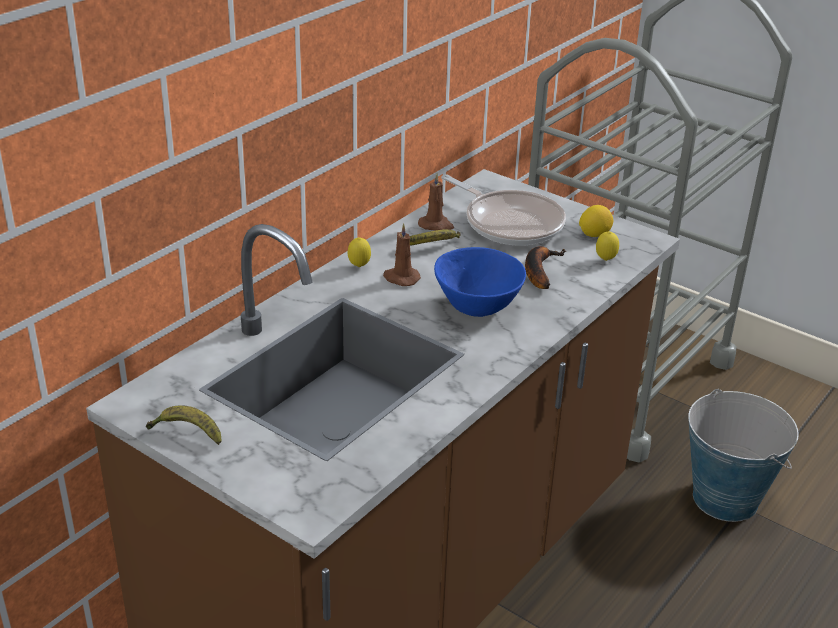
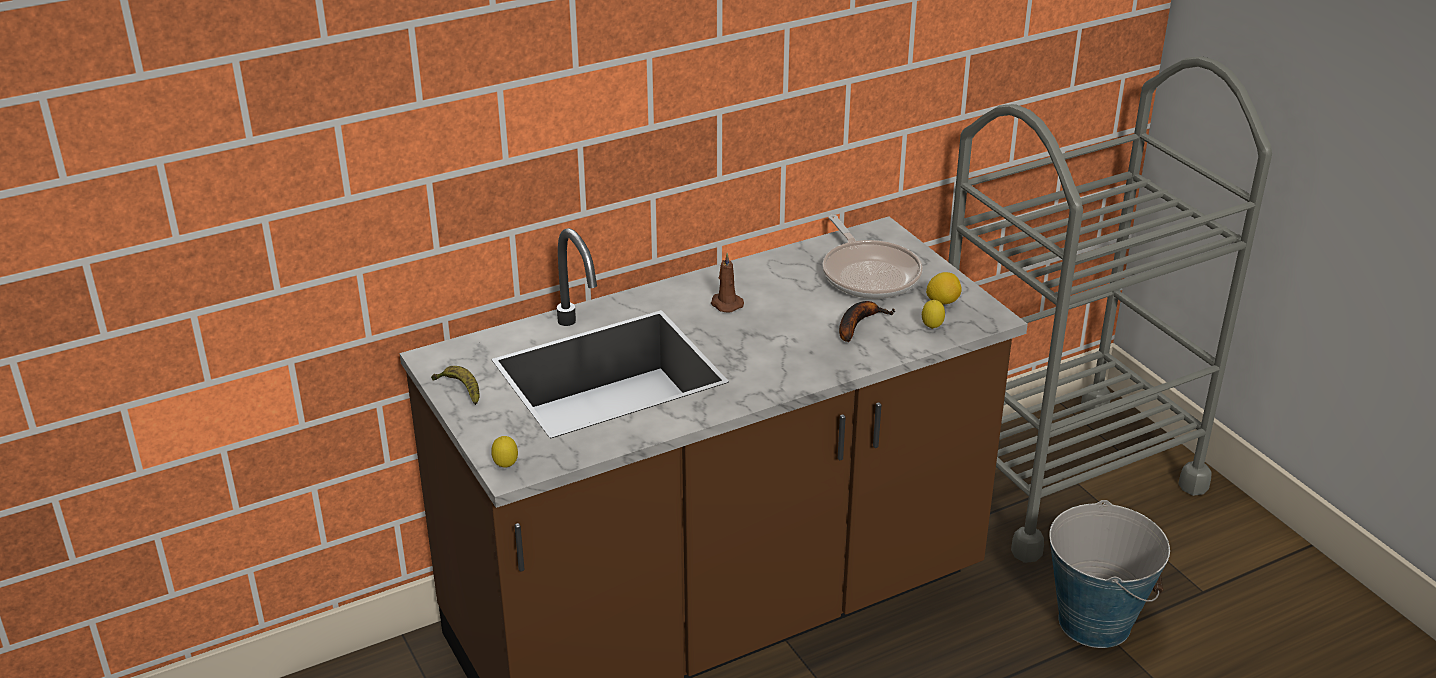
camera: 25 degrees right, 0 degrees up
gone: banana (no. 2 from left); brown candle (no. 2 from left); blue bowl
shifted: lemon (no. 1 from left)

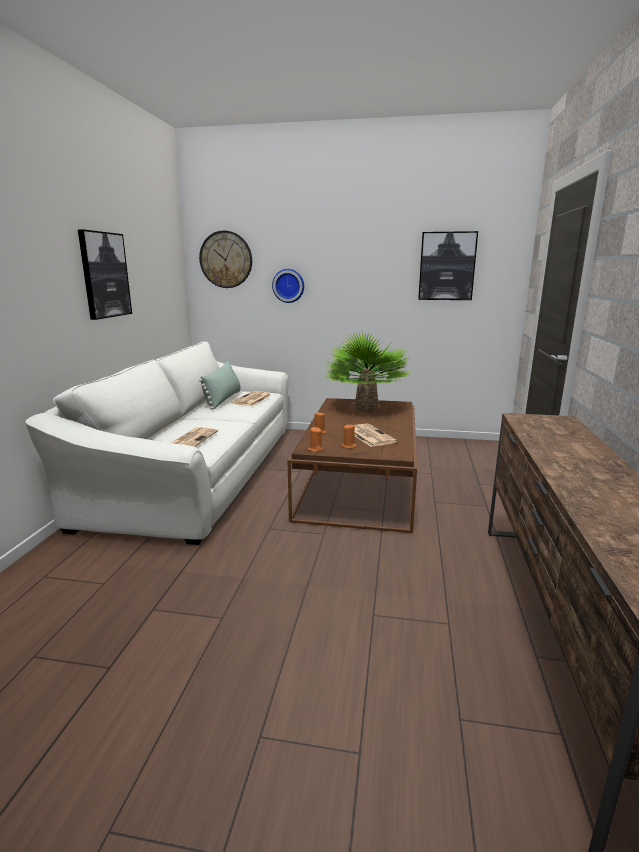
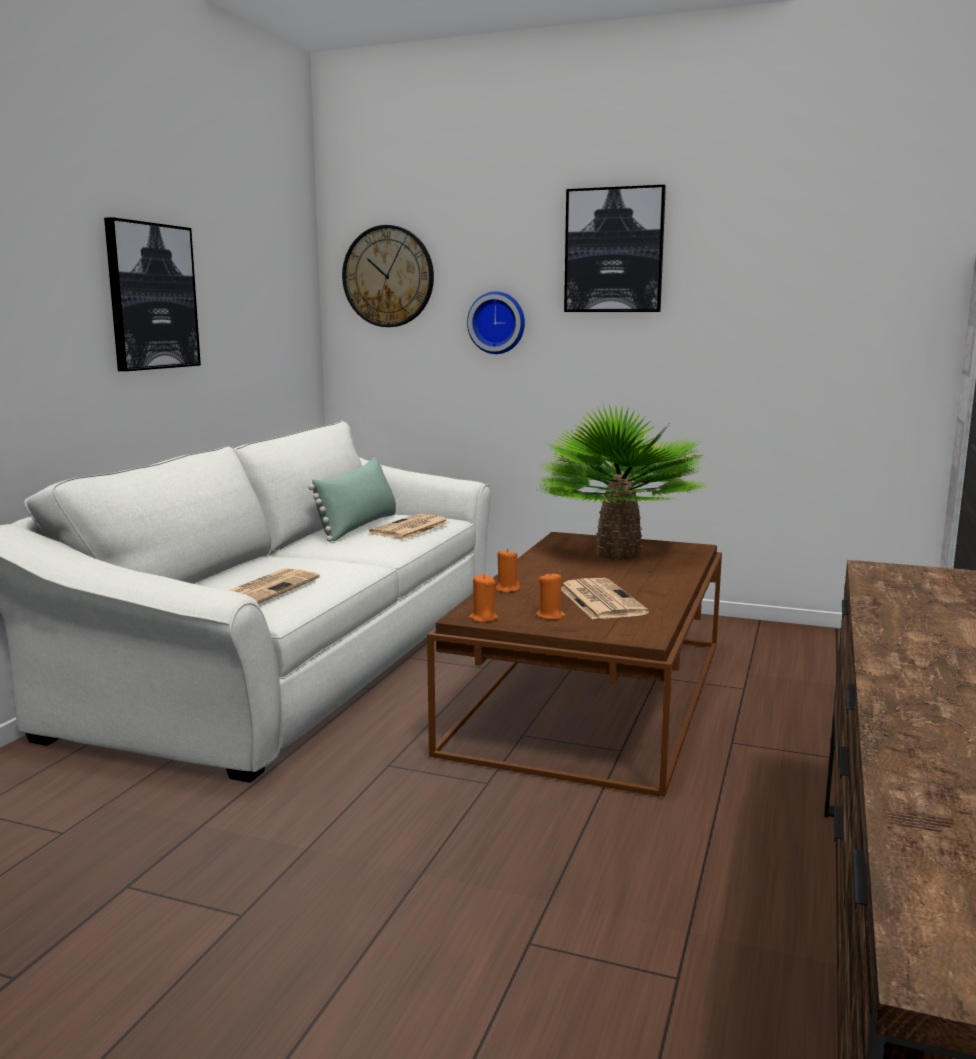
camera: 10 degrees right, 5 degrees down
shifted: picture (no. 2 from left)

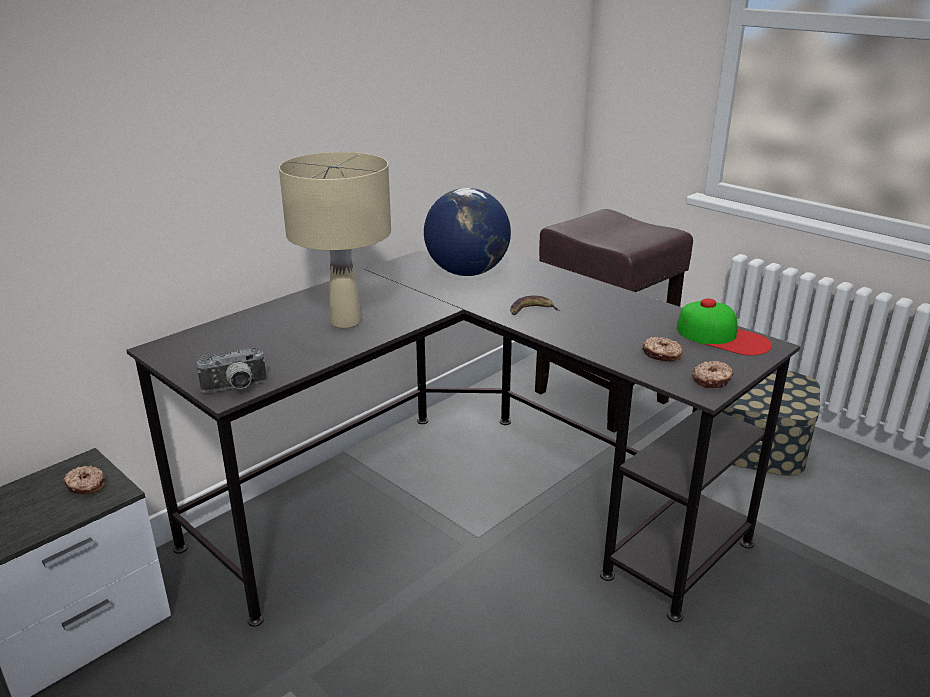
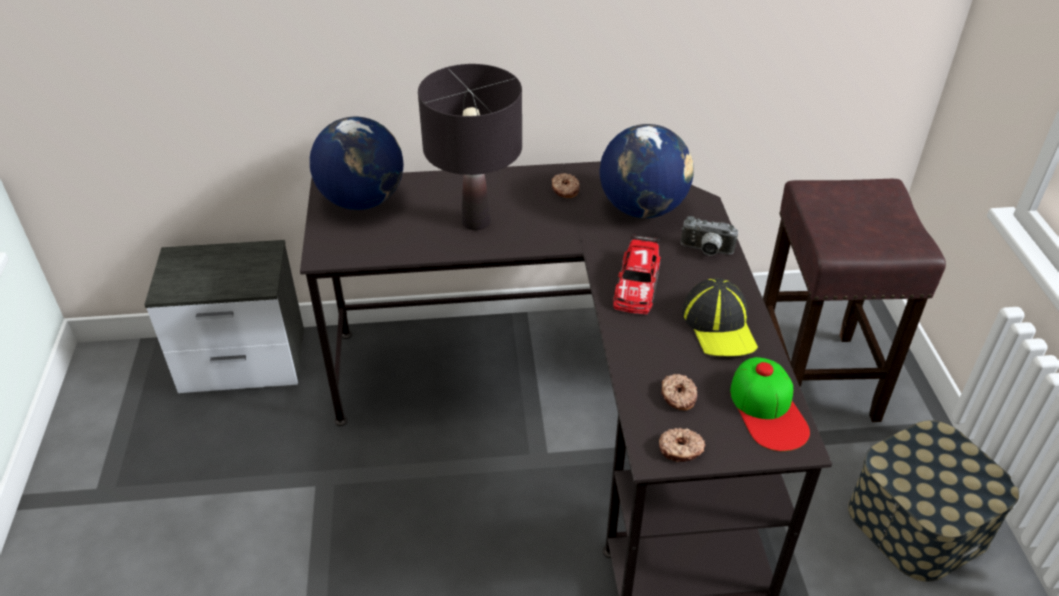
camera: 40 degrees right, 15 degrees up
new: globe (no. 1 from left); cap (no. 1 from left)
shifted: donut (no. 1 from left); photo camera
swapped: banana to toy car
repainted: beige table lamp to black table lamp

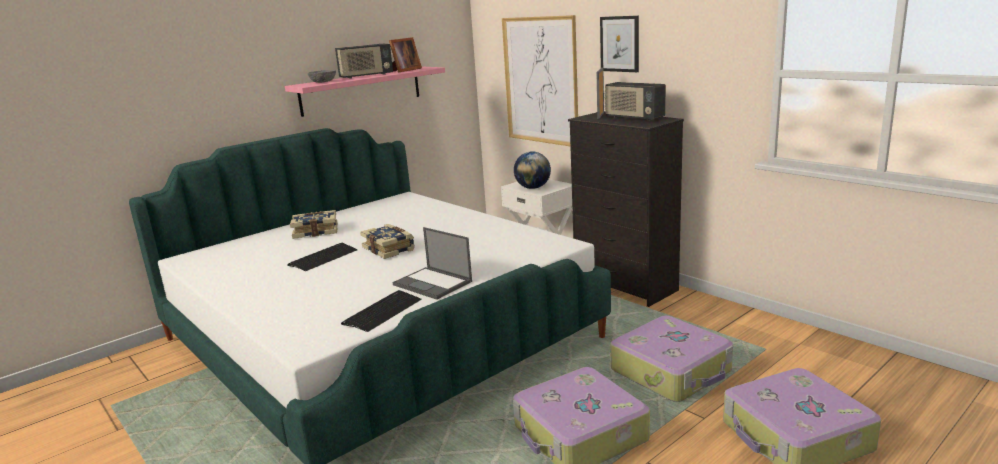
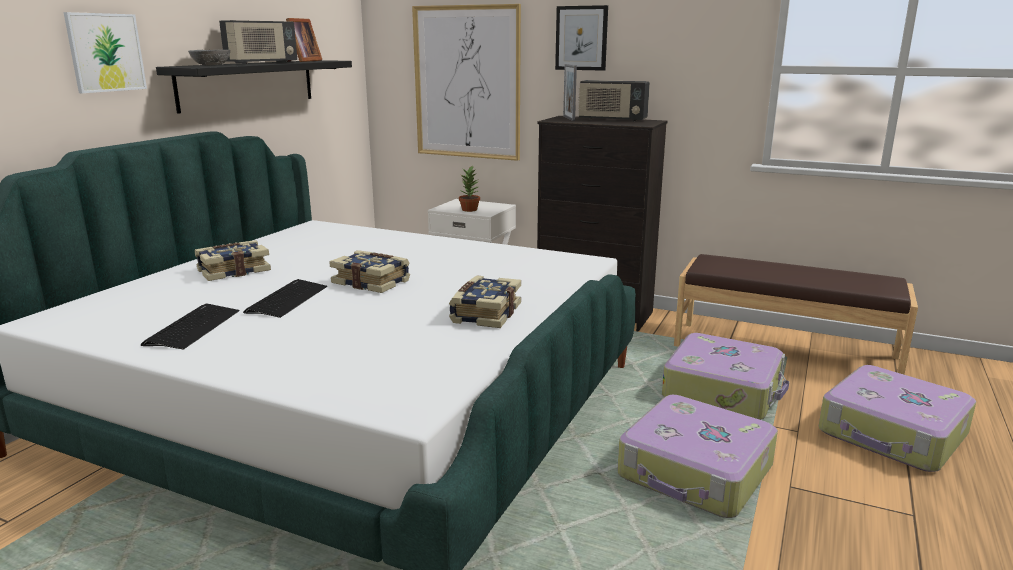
camera: 25 degrees left, 0 degrees up
new: picture (no. 1 from left); brown bench
shifted: keyboard (no. 2 from left in the first image) to keyboard (no. 1 from left)
swapped: laptop to book (no. 3 from left); globe to potted plant
repainted: pink shelf to black shelf

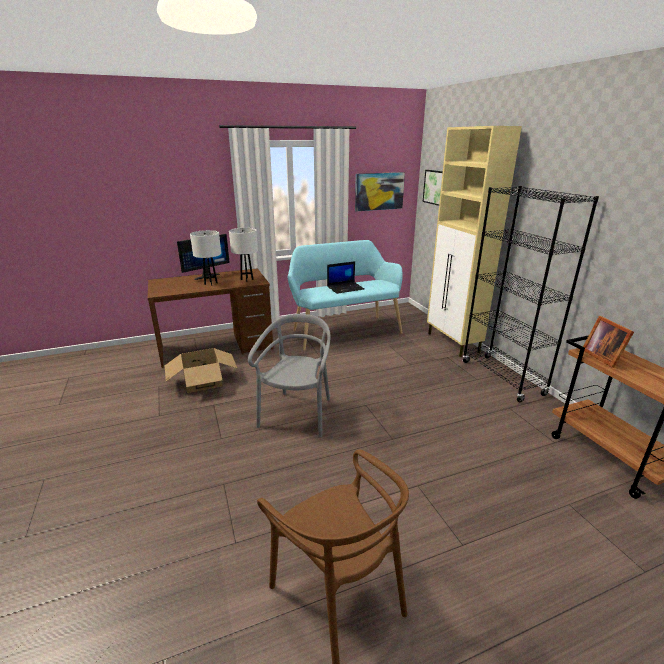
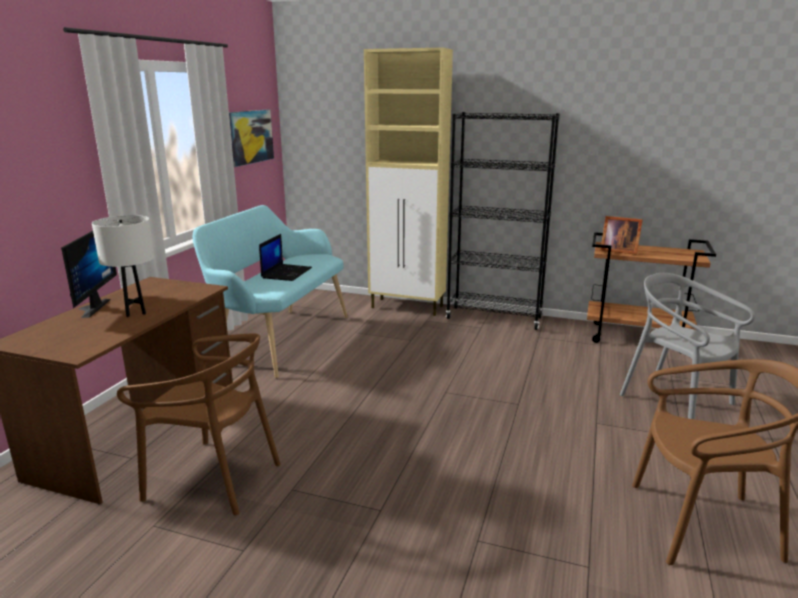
camera: 50 degrees left, 5 degrees down
gone: white table lamp (no. 2 from left); picture (no. 2 from left)
shifted: grey chair
swapped: cardboard box to brown chair (no. 1 from left)

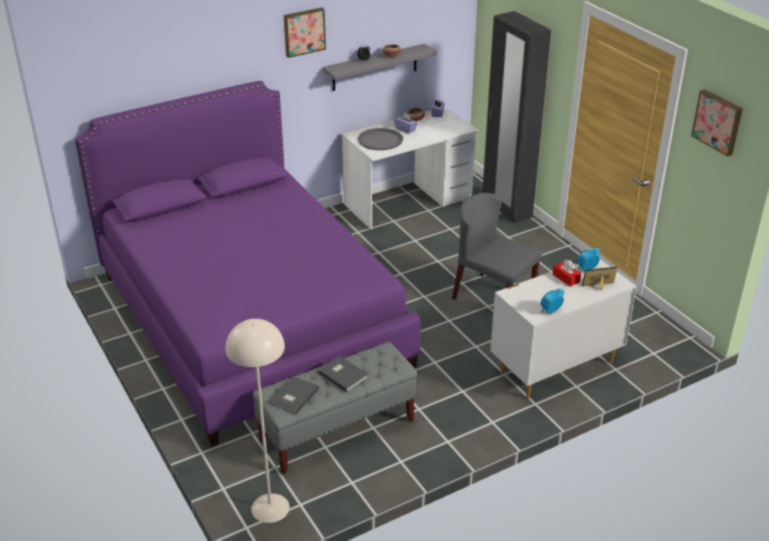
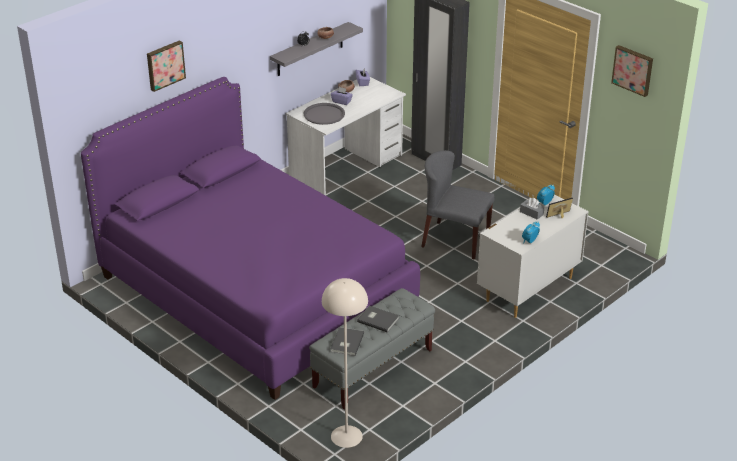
camera: 15 degrees left, 0 degrees up
shifted: picture (no. 1 from left)
repainted: red tissue box to grey tissue box

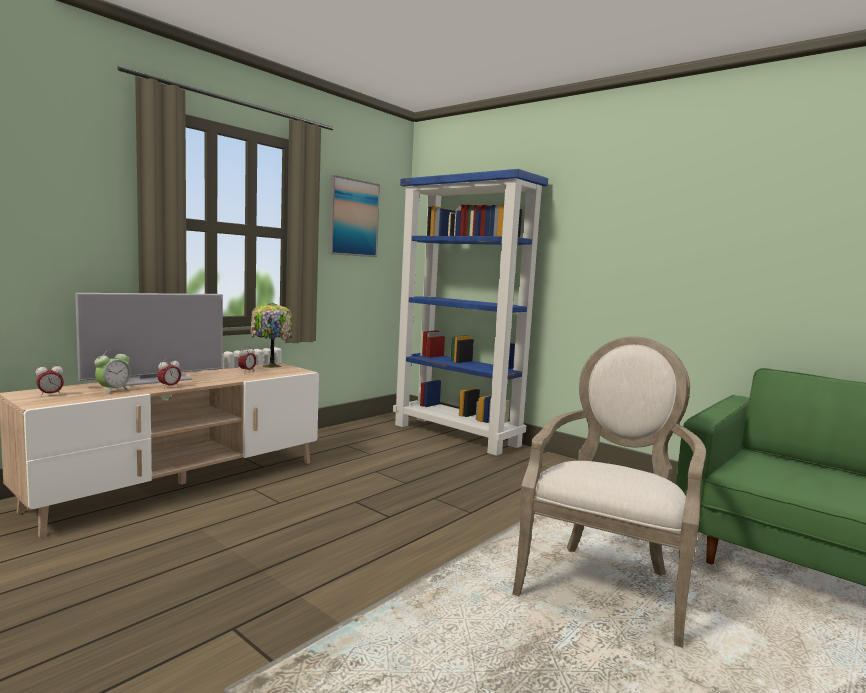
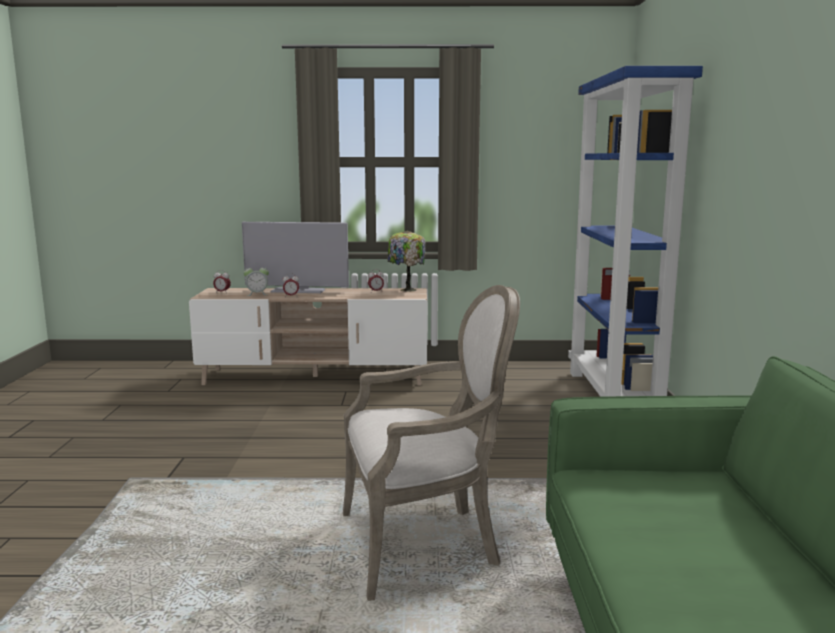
camera: 50 degrees right, 5 degrees up
gone: picture

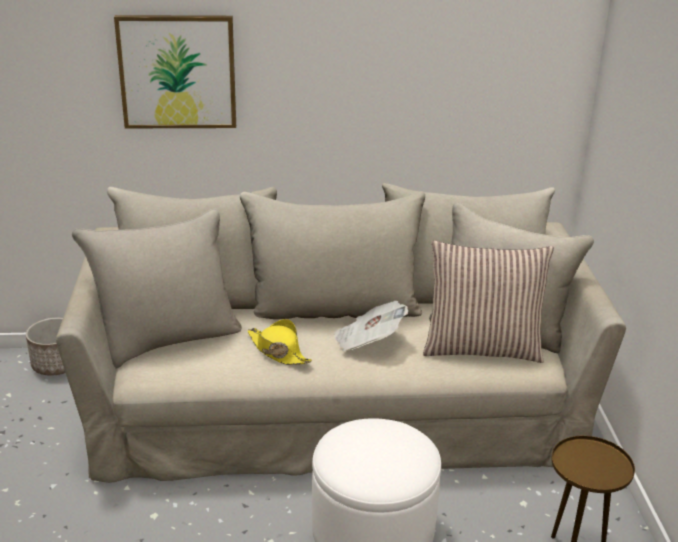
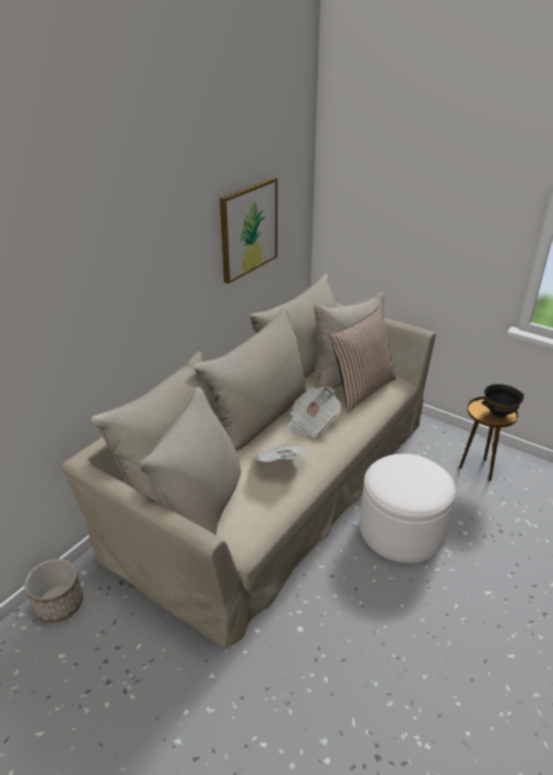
camera: 50 degrees left, 5 degrees up
new: black bowl
shifted: picture
swapped: yellow hat to newspaper (no. 1 from left)

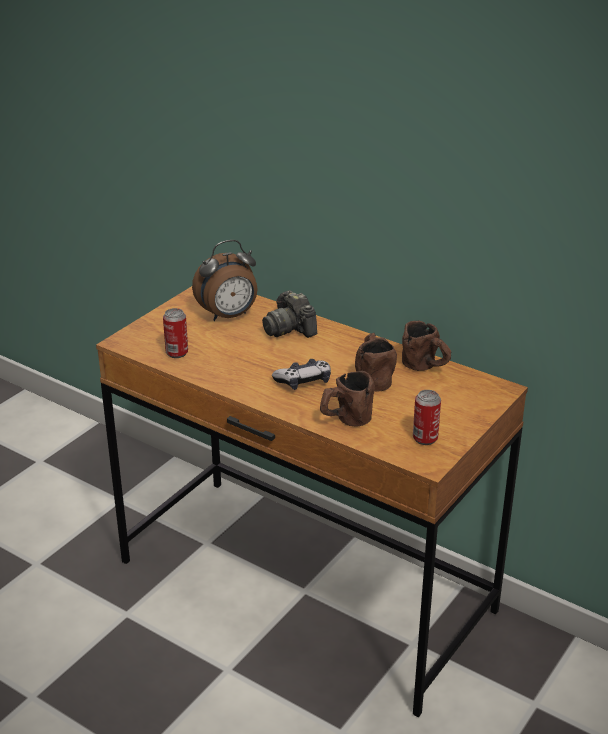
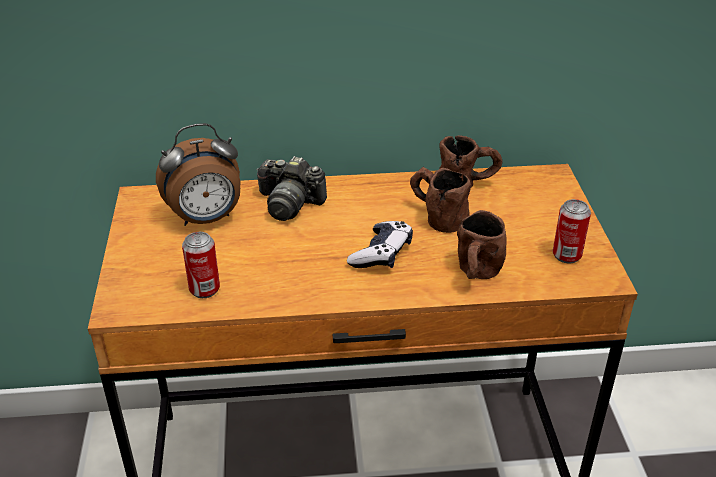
camera: 40 degrees left, 5 degrees up
rotated: alarm clock 45 degrees clockwise

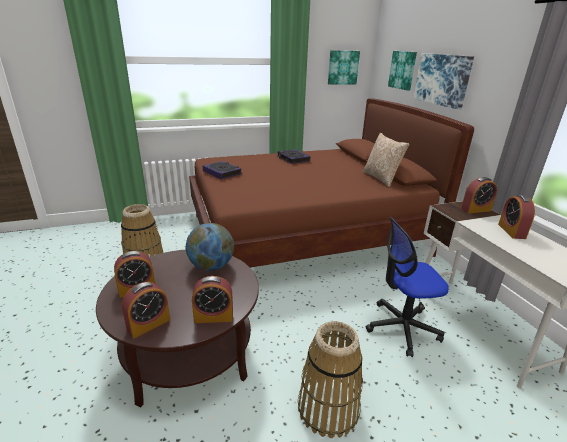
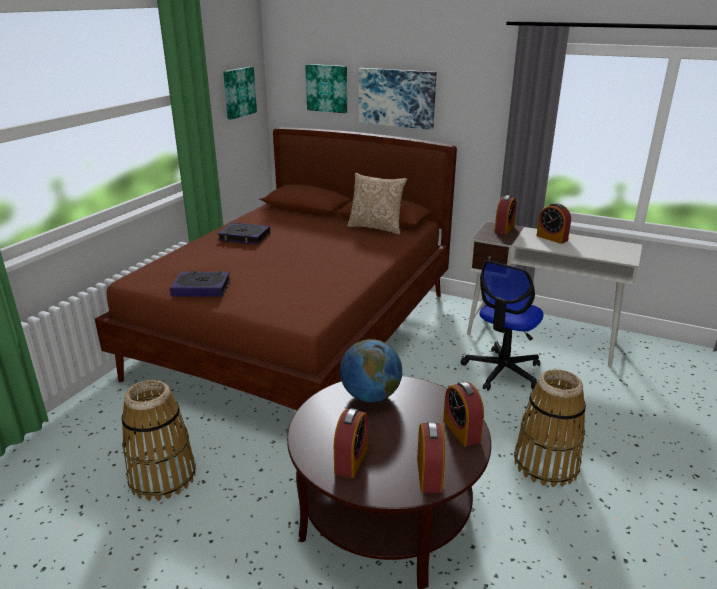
camera: 45 degrees left, 0 degrees up
rotated: alarm clock (no. 3 from left) 120 degrees clockwise

